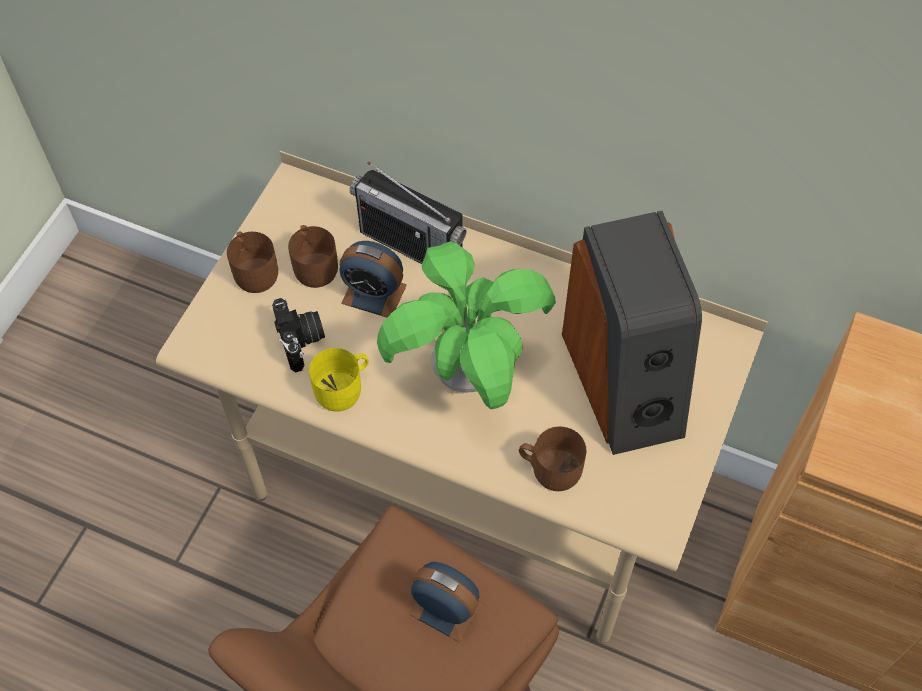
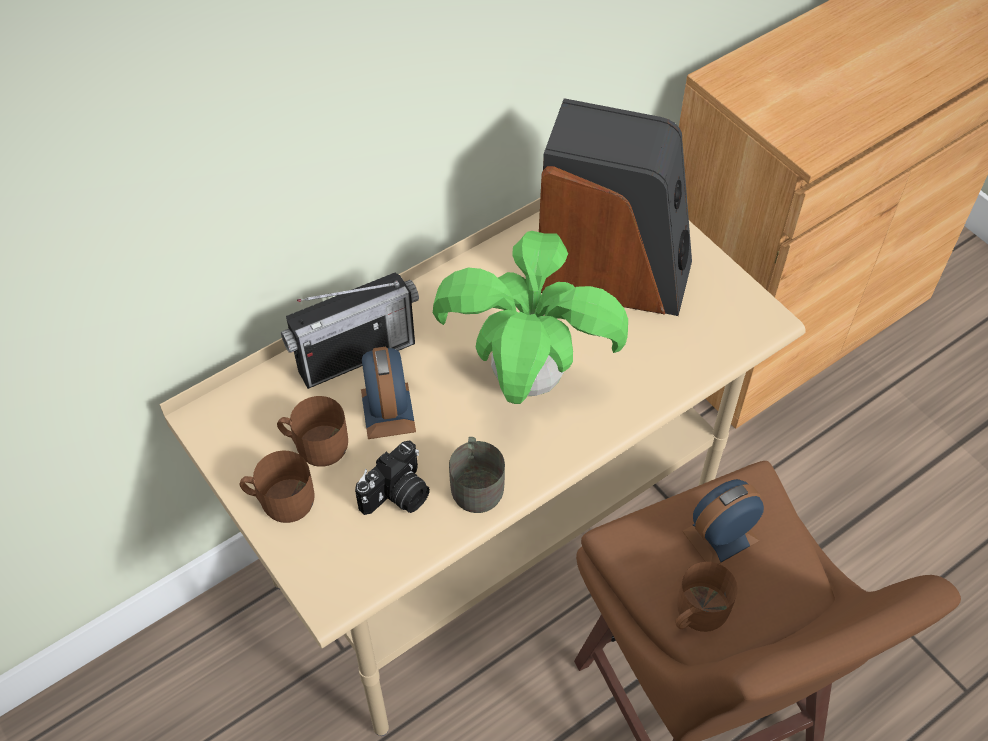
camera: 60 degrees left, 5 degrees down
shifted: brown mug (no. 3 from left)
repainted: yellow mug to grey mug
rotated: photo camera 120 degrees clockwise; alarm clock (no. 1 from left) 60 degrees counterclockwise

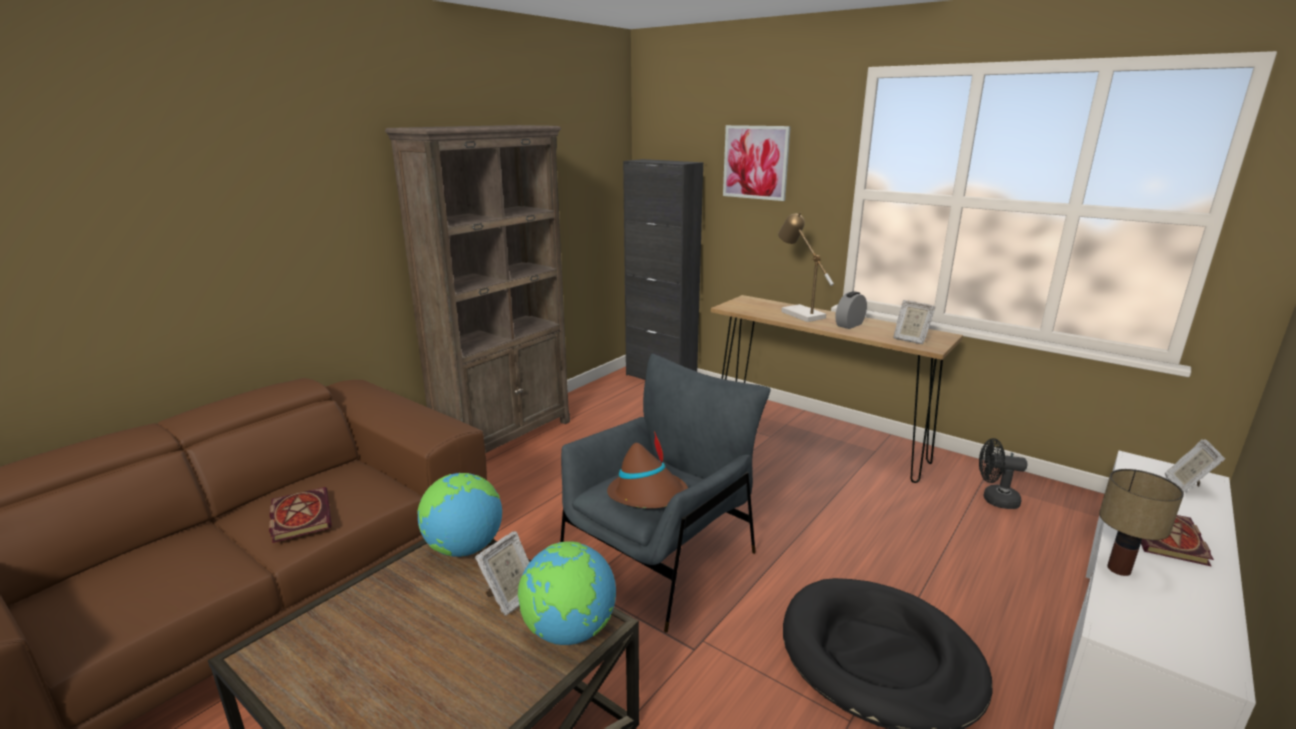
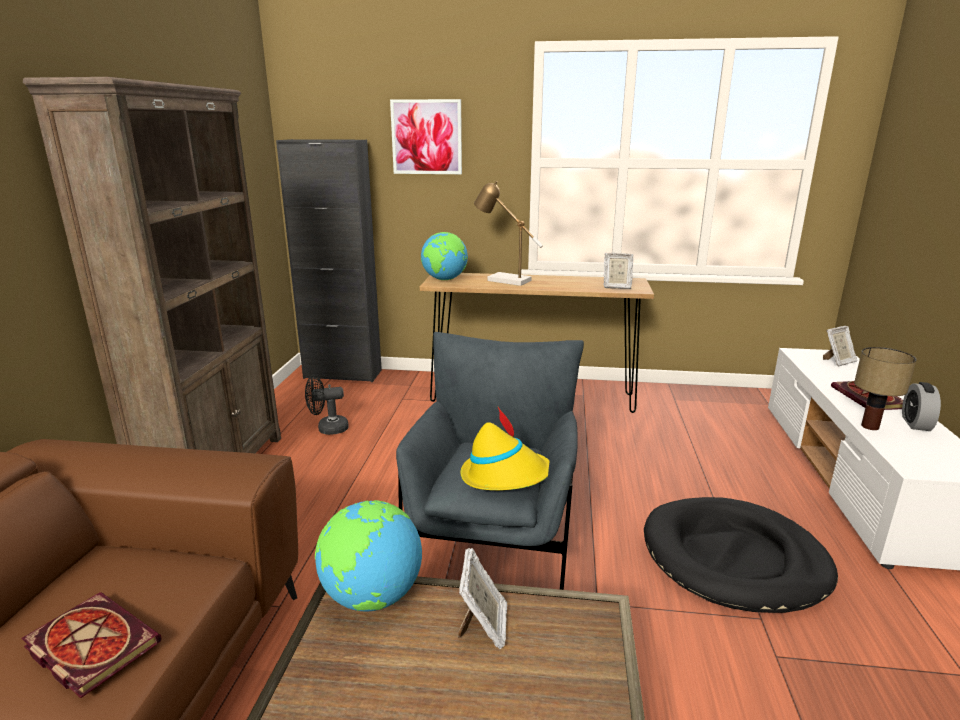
camera: 30 degrees left, 0 degrees up
shifted: black fan; globe (no. 2 from left); alarm clock
repainted: brown hat to yellow hat
rotated: picture frame (no. 3 from left) 105 degrees counterclockwise

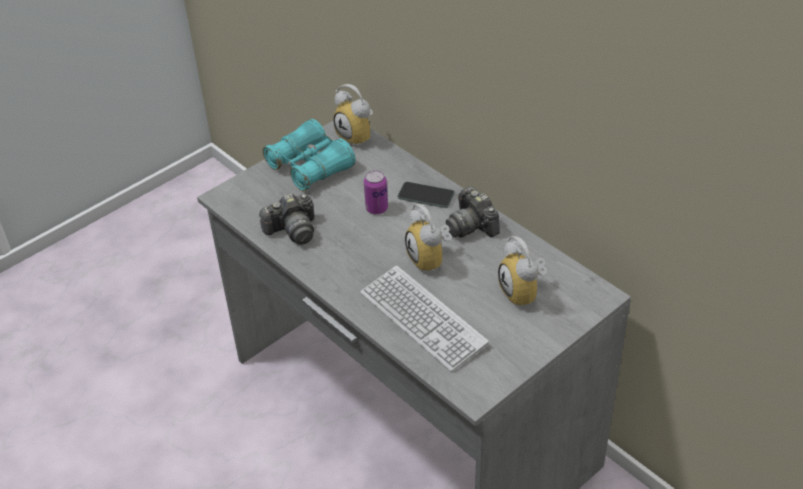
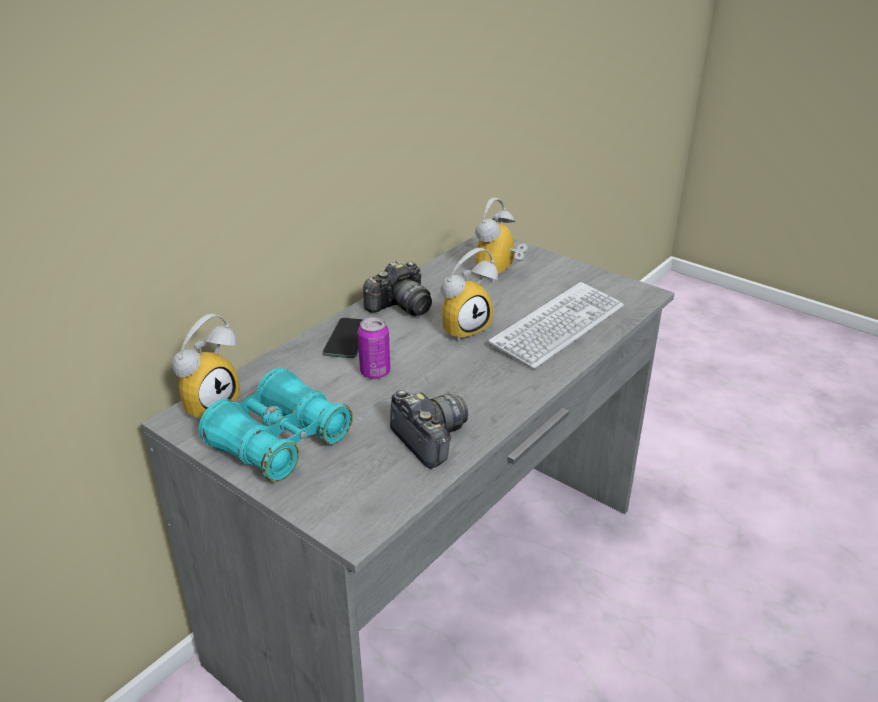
camera: 100 degrees left, 10 degrees down
rotated: alarm clock (no. 3 from left) 150 degrees clockwise

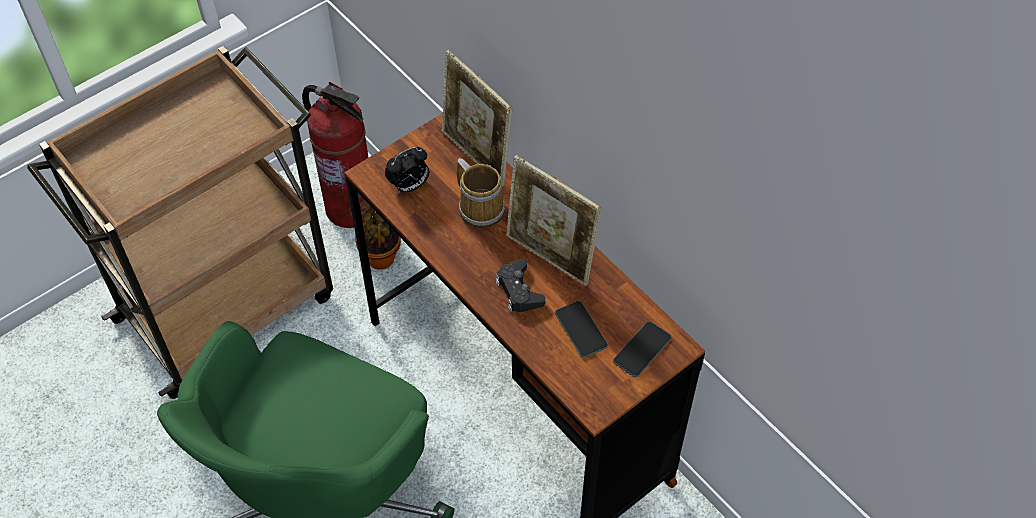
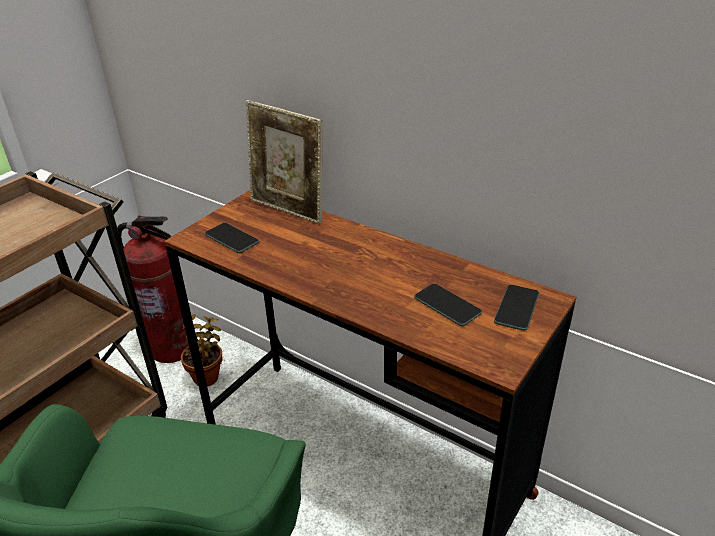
camera: 15 degrees left, 20 degrees down
gone: mug; black game controller; picture frame (no. 2 from left)
swapped: alarm clock to phone (no. 1 from left)

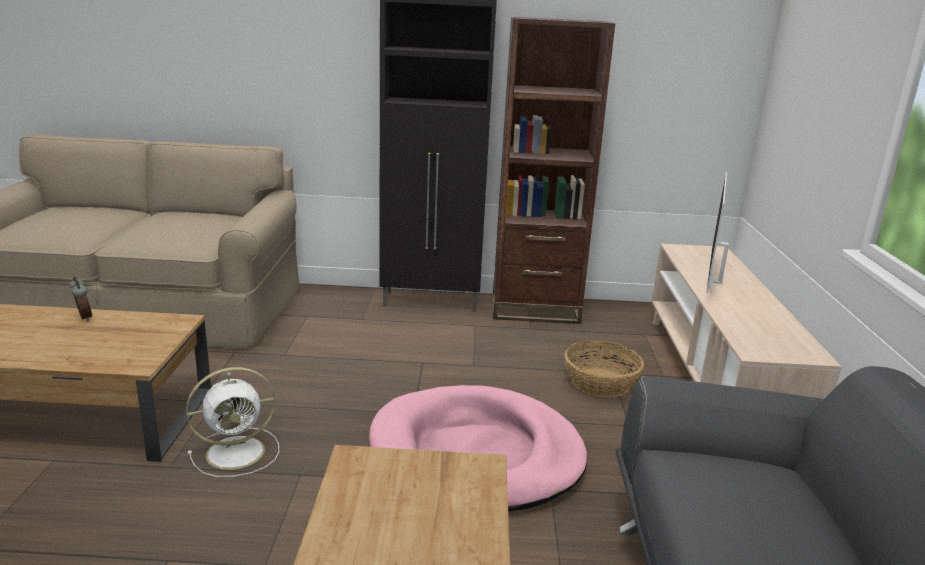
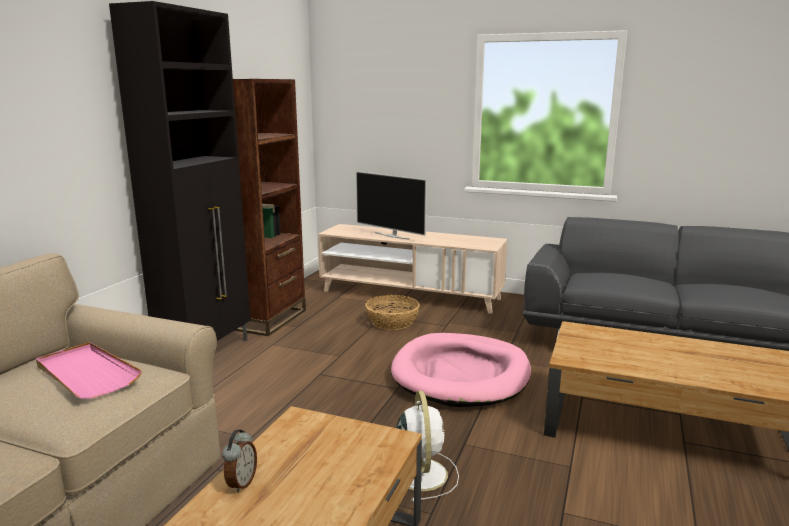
camera: 70 degrees left, 5 degrees down
new: pink tray
rotated: alarm clock 120 degrees clockwise

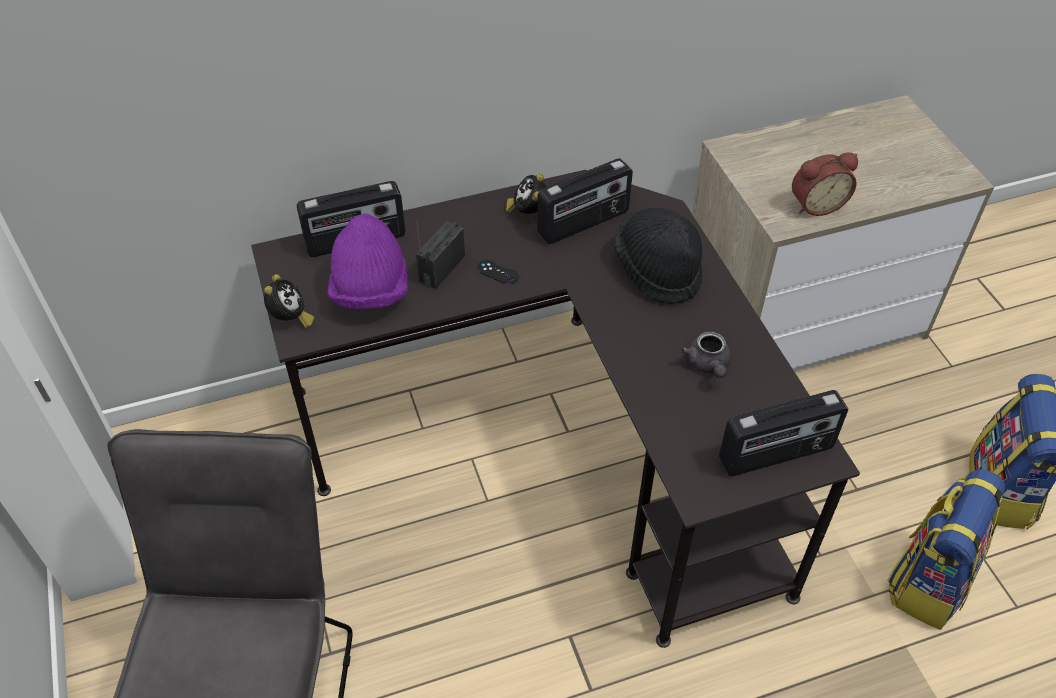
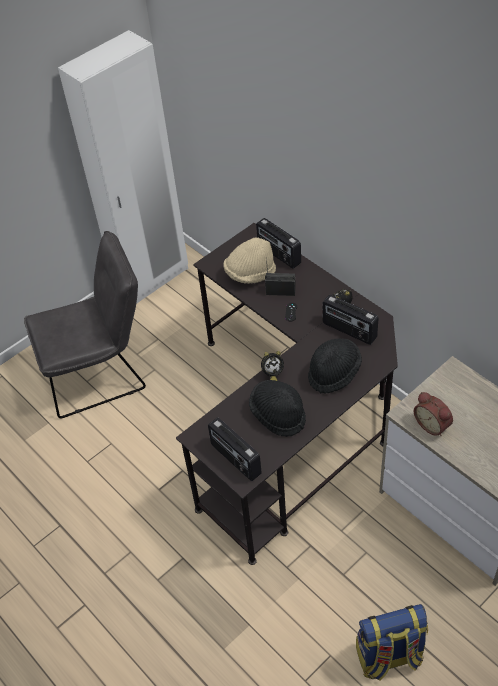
camera: 70 degrees right, 0 degrees up
gone: backpack (no. 1 from left)
shifted: alarm clock (no. 1 from left)
swapped: grey teapot to black hat (no. 1 from left)
repainted: purple hat to beige hat

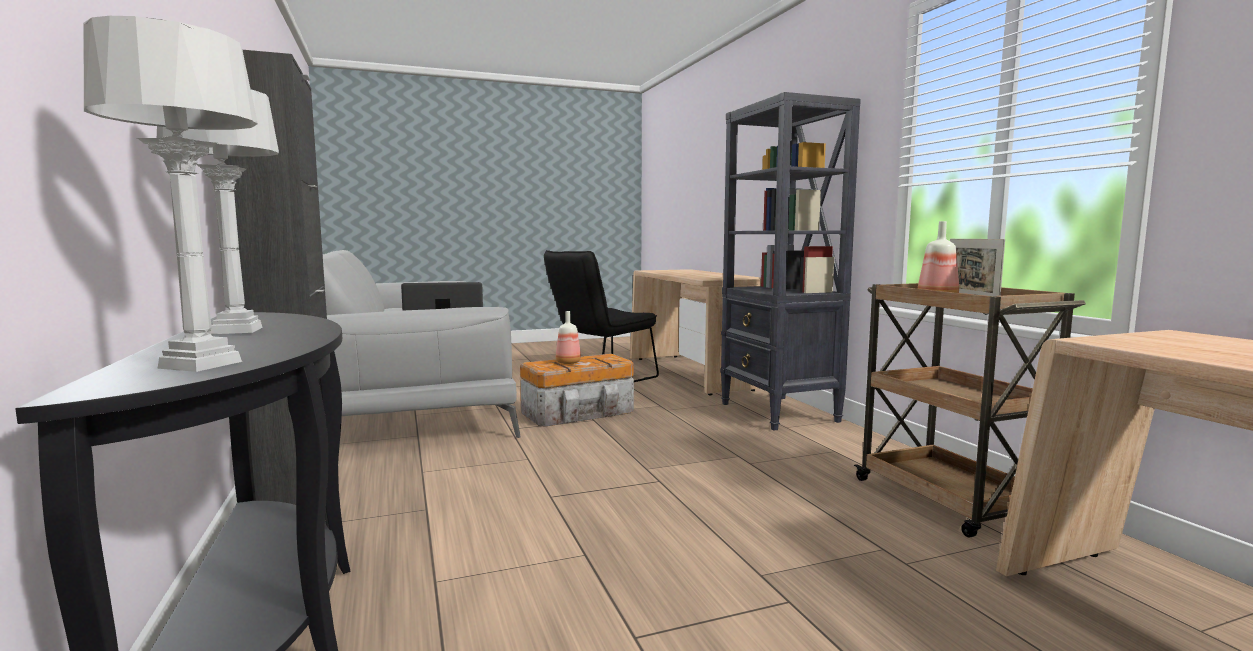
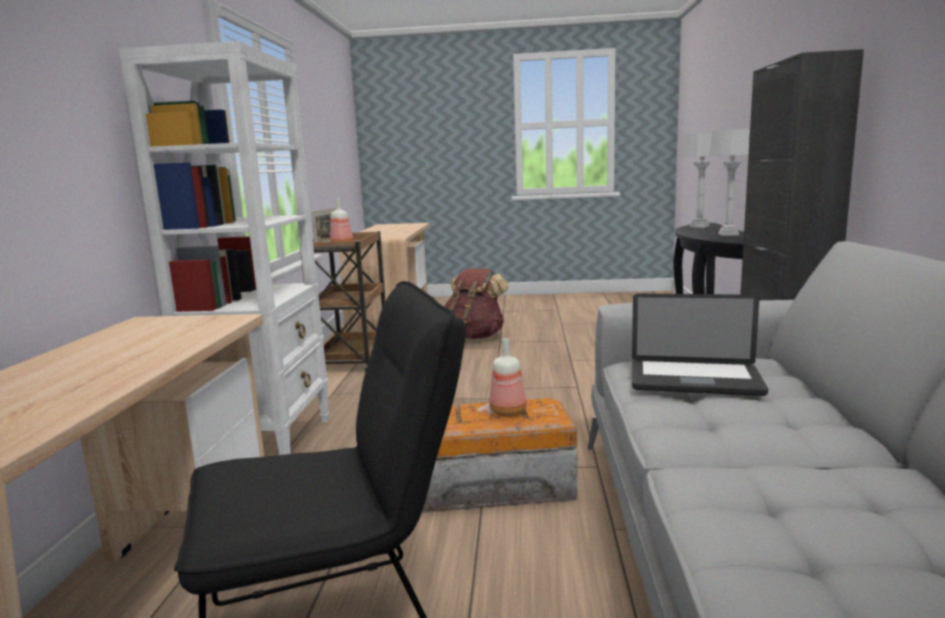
camera: 155 degrees left, 5 degrees up
new: brown backpack
repainted: black bookcase to white bookcase

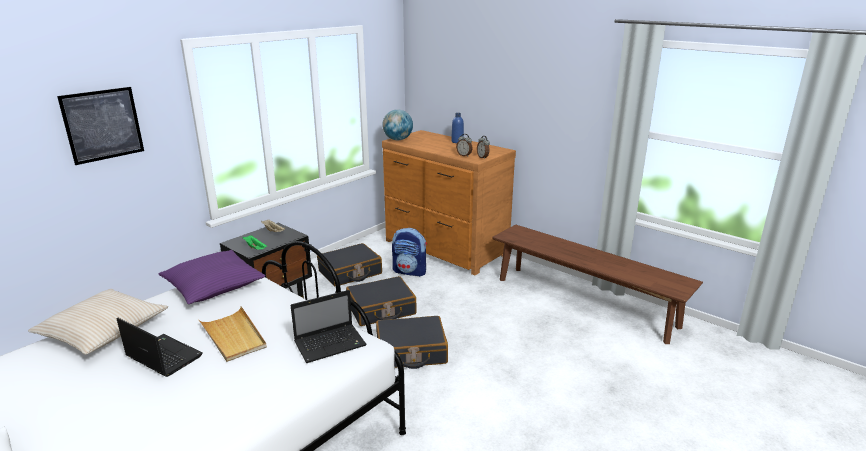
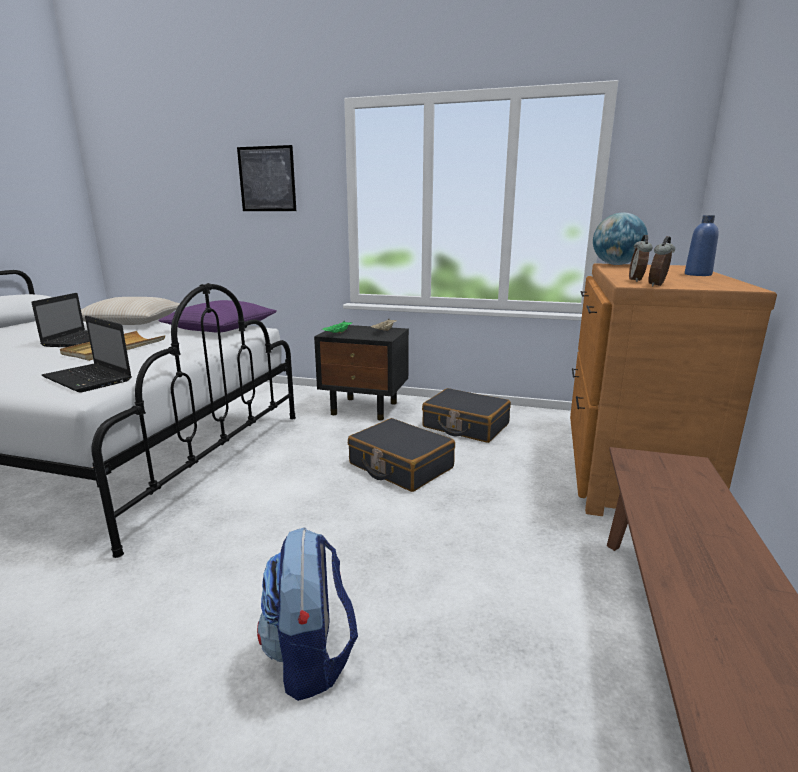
camera: 65 degrees right, 5 degrees down
gone: black suitcase (no. 3 from left)
shifted: backpack

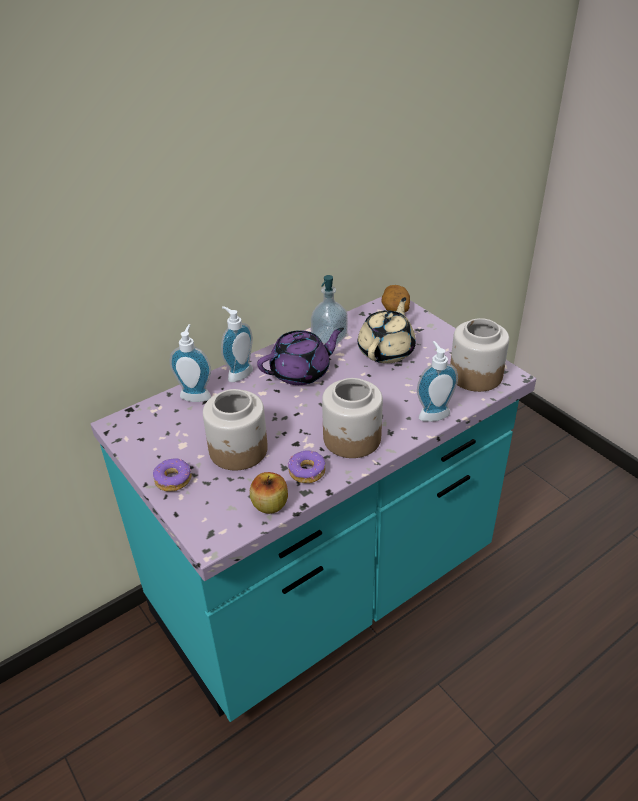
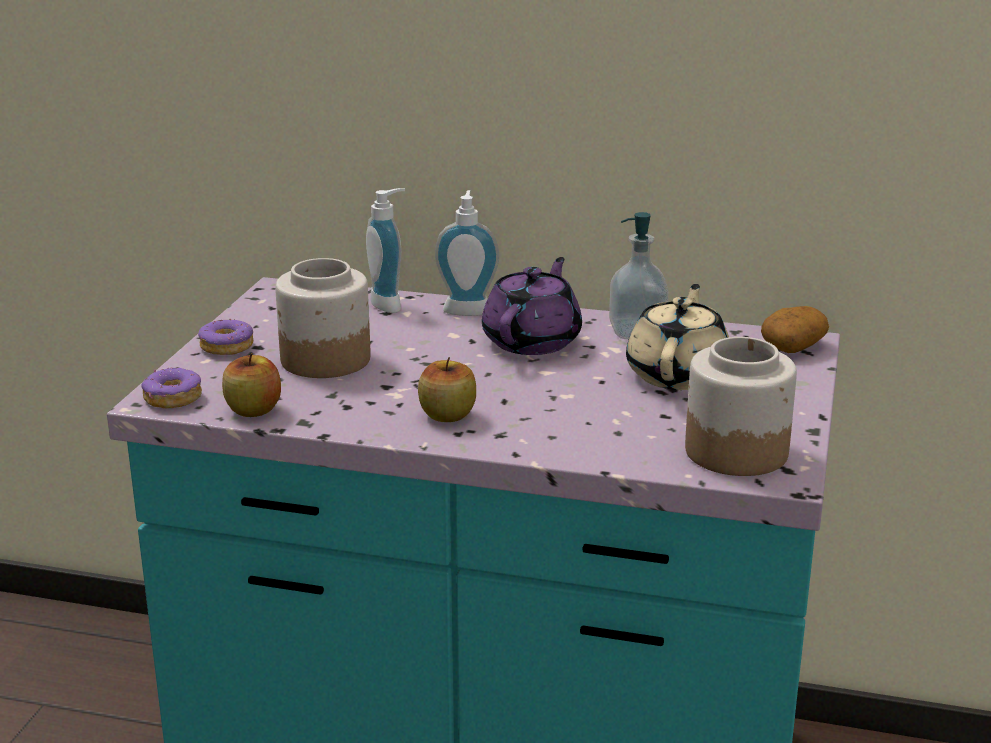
camera: 50 degrees right, 15 degrees down
gone: soap dispenser (no. 4 from left)
shifted: donut (no. 2 from left in the first image) to donut (no. 1 from left)
swapped: jar (no. 2 from left) to apple (no. 2 from left)
rotated: purple teapot 90 degrees counterclockwise; beige teapot 60 degrees counterclockwise

